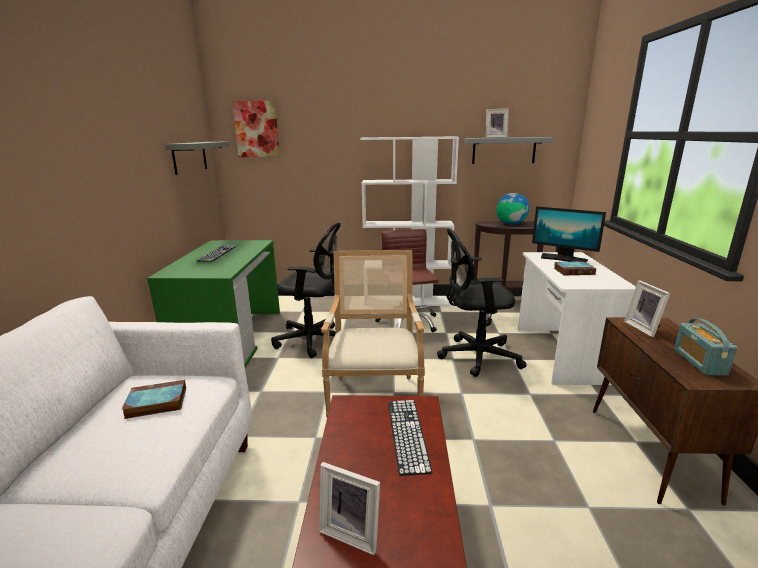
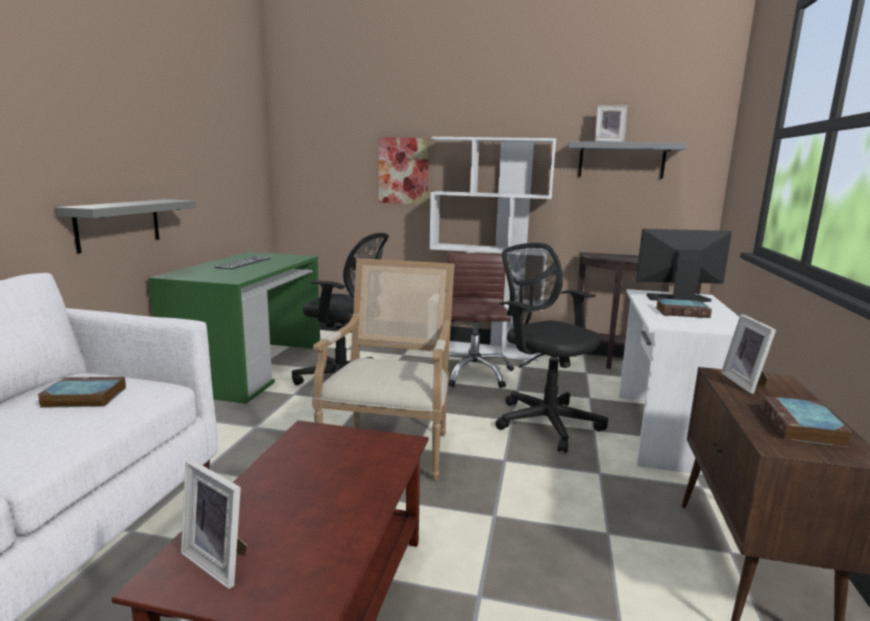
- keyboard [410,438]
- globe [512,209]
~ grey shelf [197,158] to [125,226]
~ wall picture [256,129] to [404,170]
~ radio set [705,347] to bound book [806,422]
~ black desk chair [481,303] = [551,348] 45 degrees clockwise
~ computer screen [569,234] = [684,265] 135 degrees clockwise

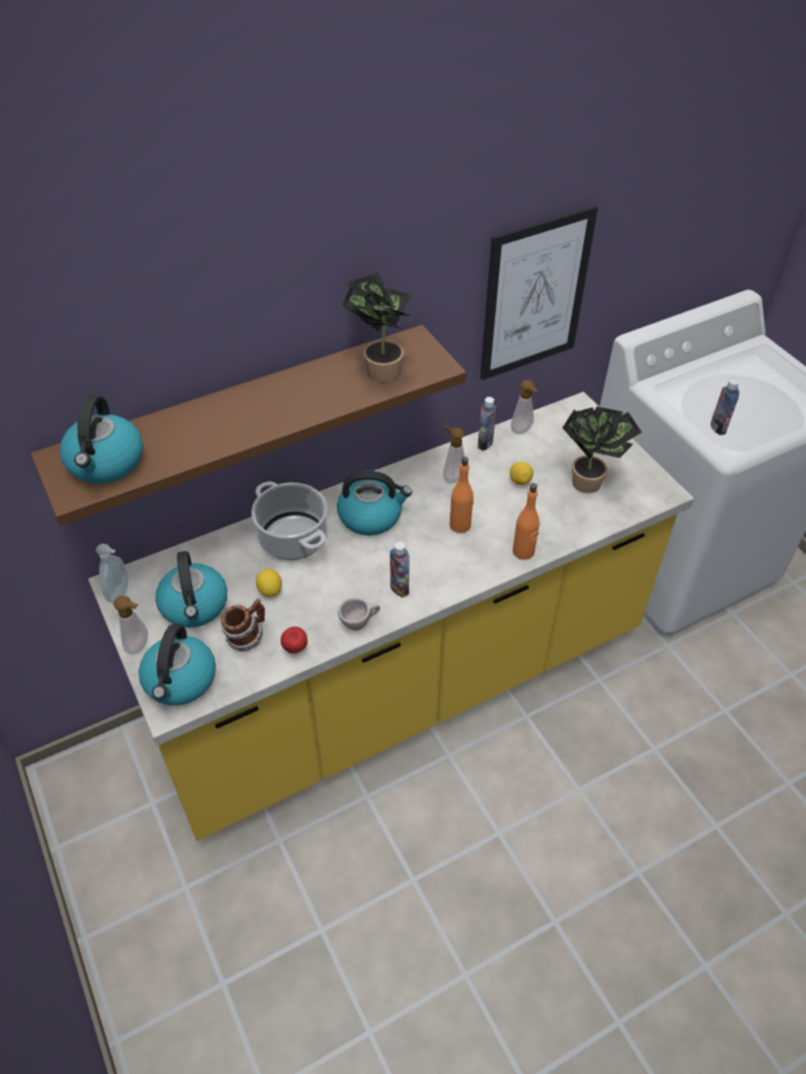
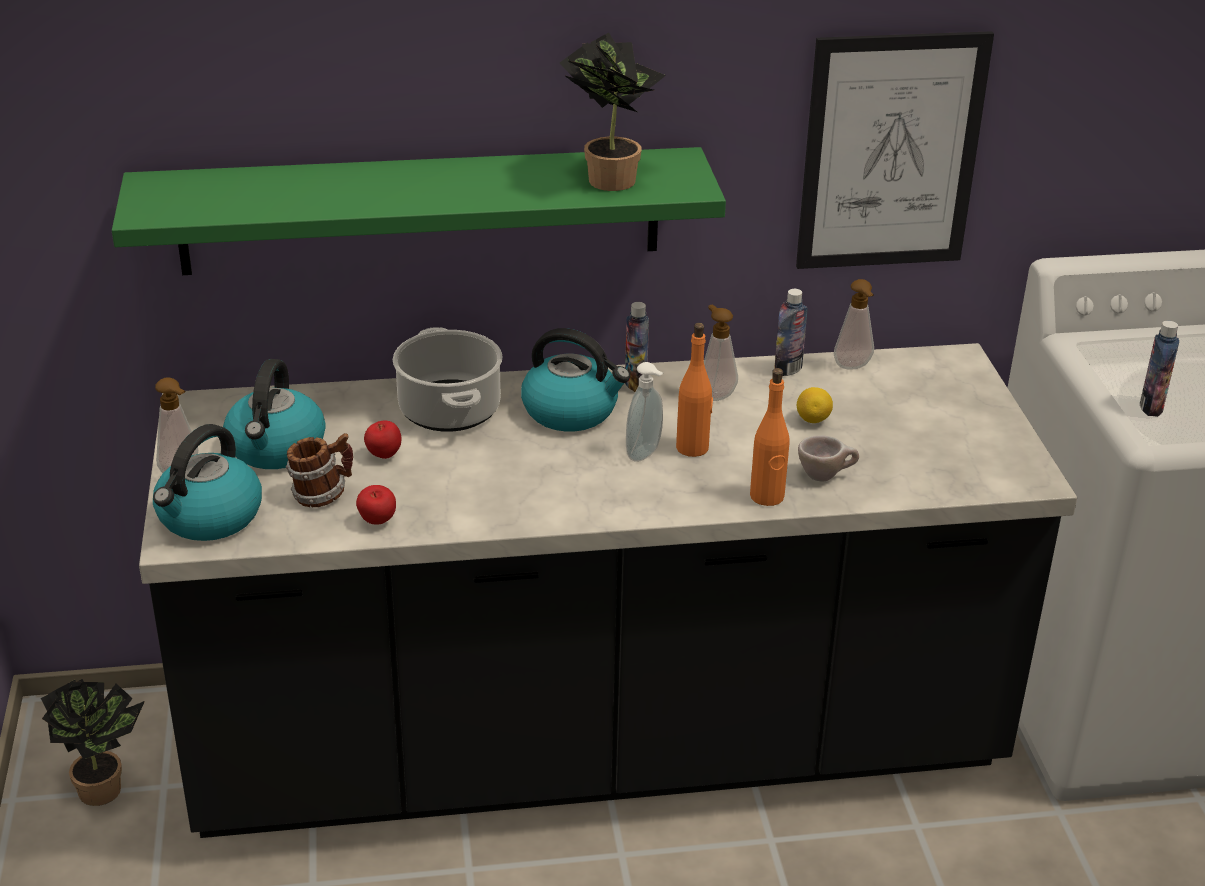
- water kettle [101,439]
~ soap bottle [112,573] to [644,412]
~ beige cup [359,614] to [828,458]
~ drink bottle [399,569] to [637,347]
~ potted plant [602,449] to [93,742]
~ whole lemon [269,583] to apple [382,440]
~ brown-coloured shelf [248,425] to green shelf [419,211]
~ yellow-coloured counter [391,616] to black counter [608,590]

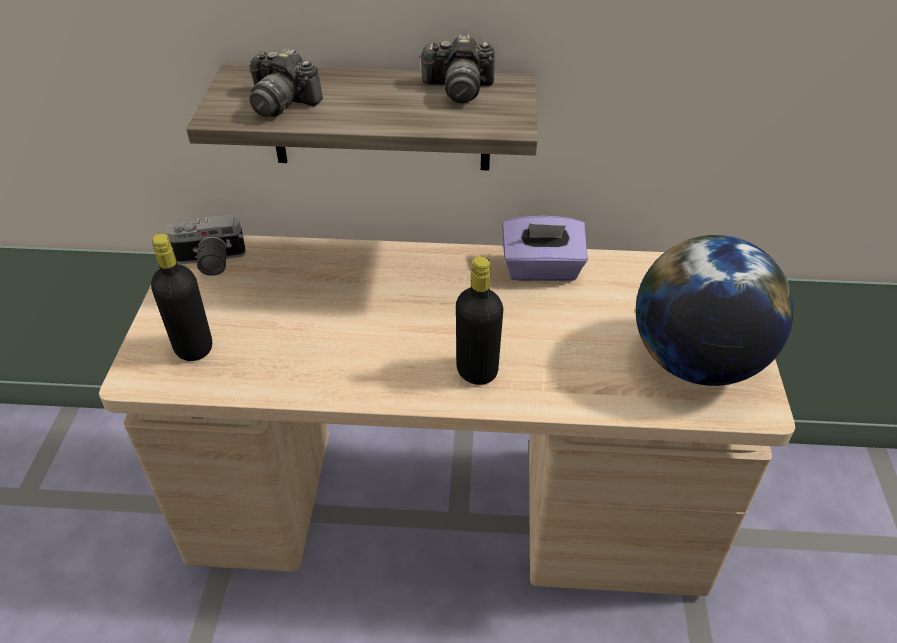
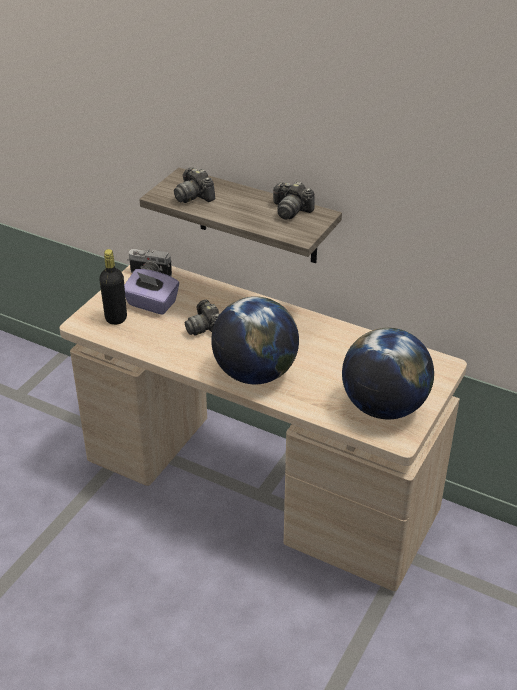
+ still camera [202,317]
~ purplish box of tissues [545,248] to [151,292]
~ black drink bottle [479,320] to globe [255,340]

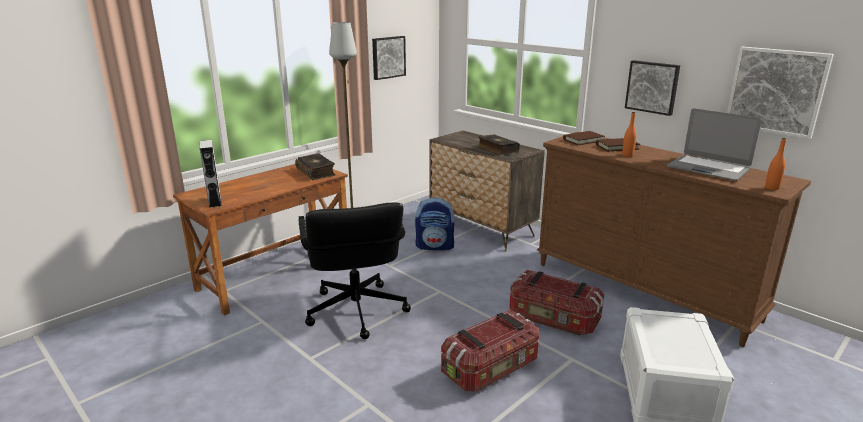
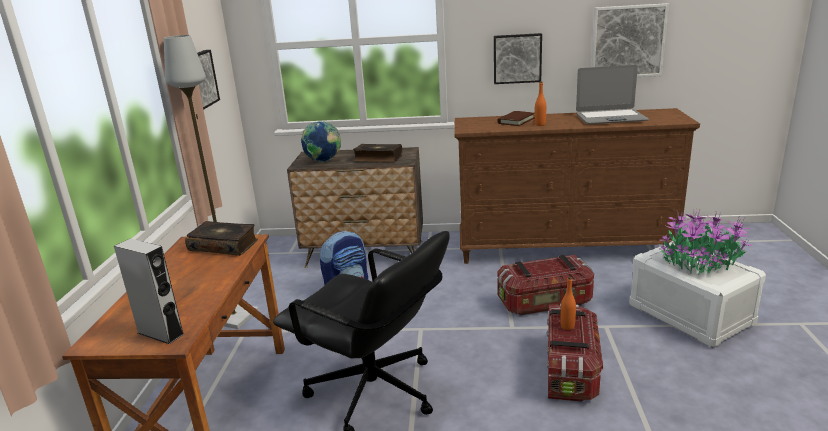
- brown-coloured bound book [584,138]
+ globe [321,141]
+ potted plant [706,241]
~ orangey drink bottle [775,164] to [568,303]

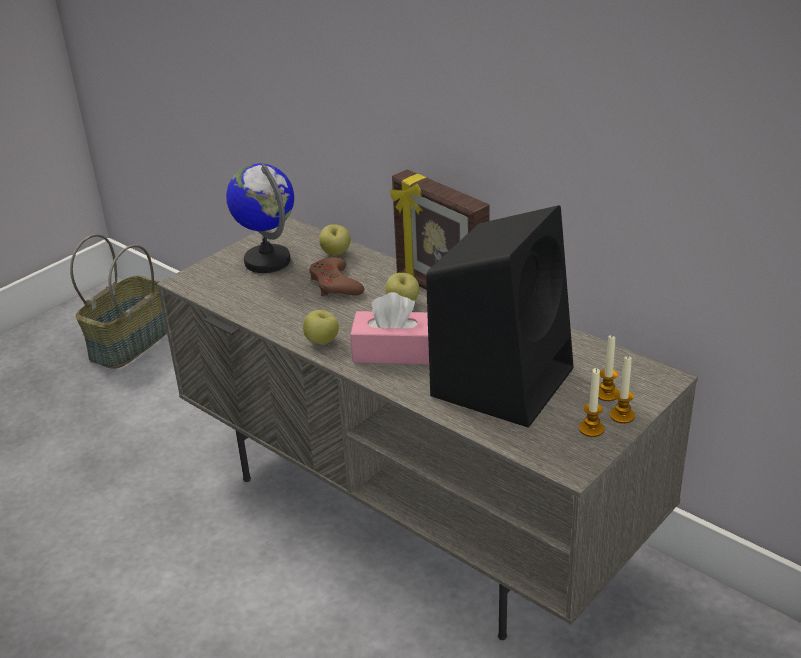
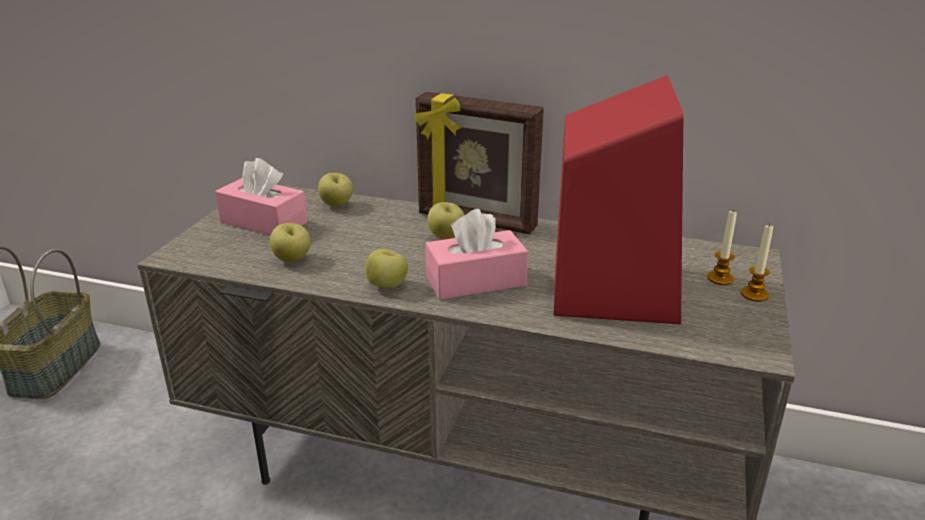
- brown-coloured gamepad [336,276]
- wax light [592,402]
+ apple [290,242]
~ globe [260,218] to pinkish box of tissues [261,197]
~ black loudspeaker [499,316] to red loudspeaker [618,199]

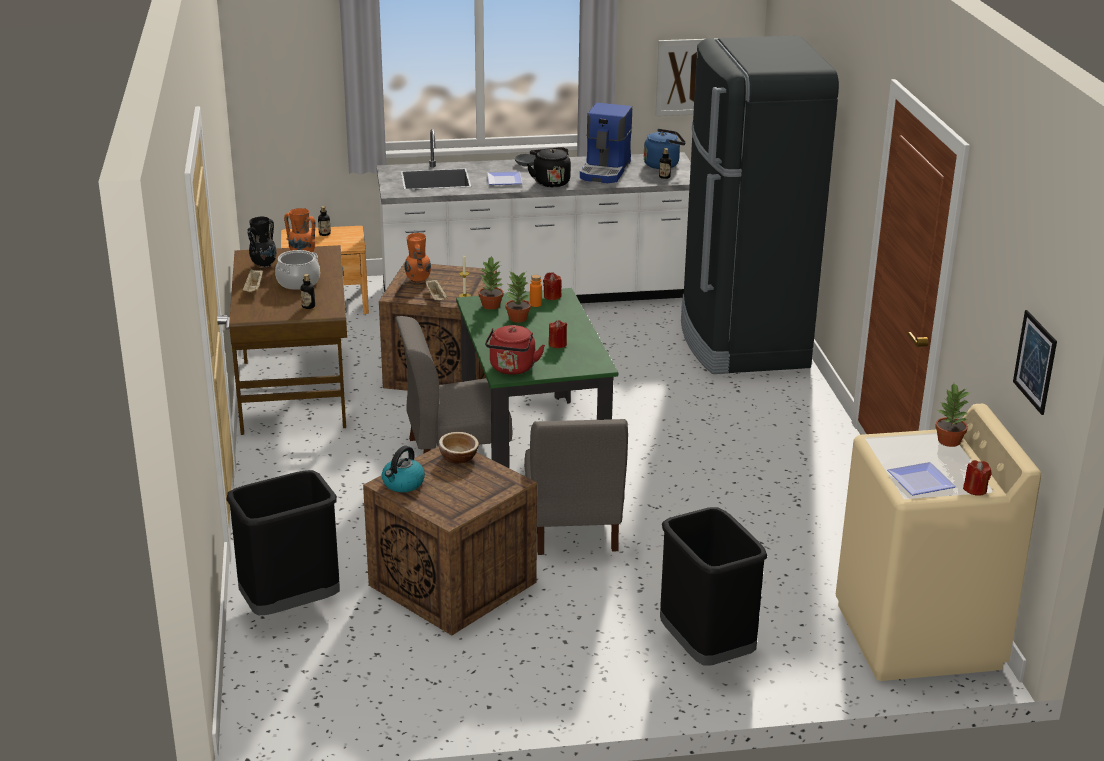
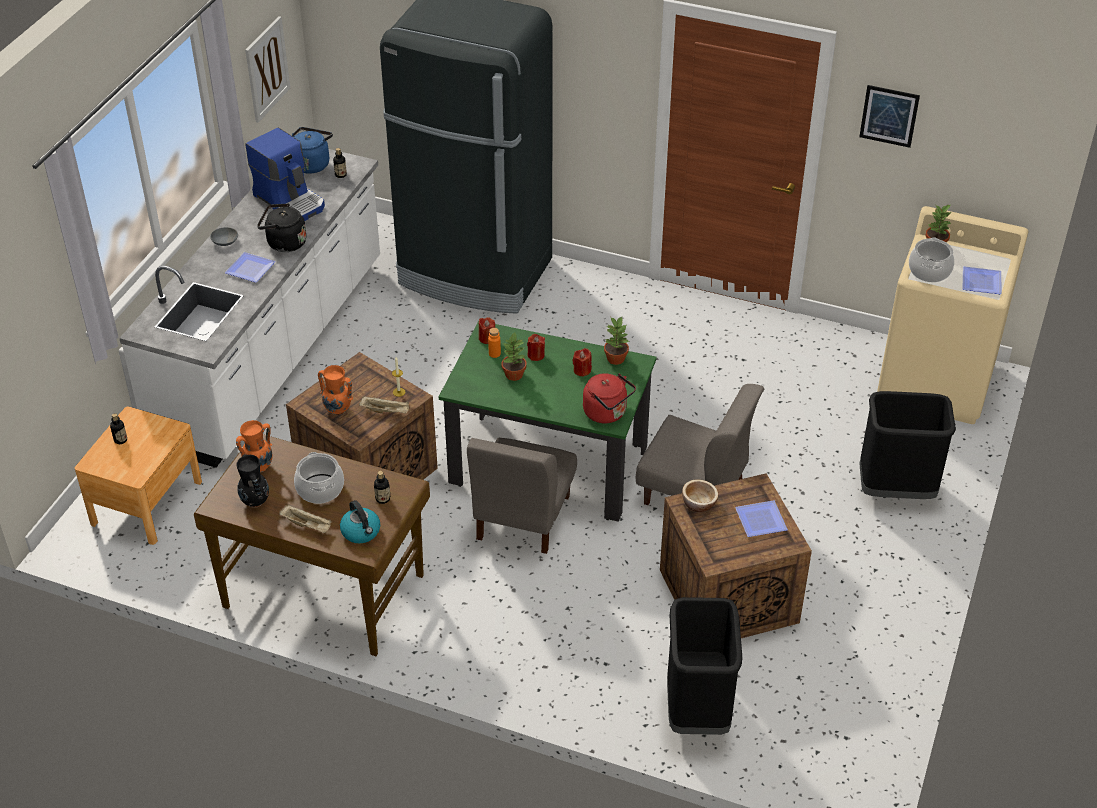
+ dinner plate [761,519]
+ saucepot [931,259]
~ water kettle [403,469] to [360,521]
~ potted plant [490,283] to [617,341]
~ red wax light [977,478] to [536,347]
~ wall picture [1035,362] to [889,116]

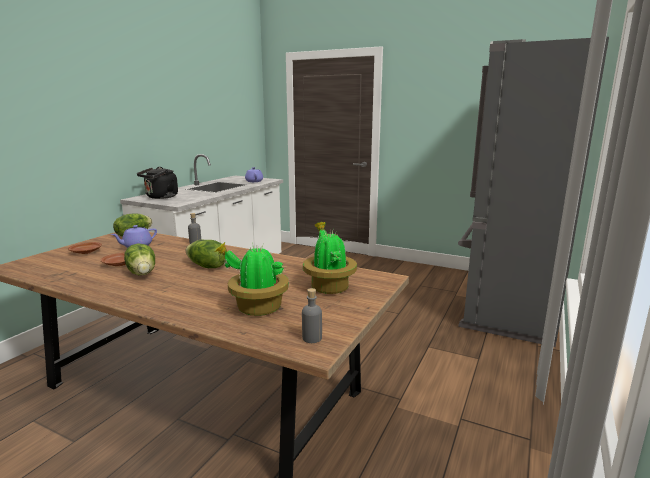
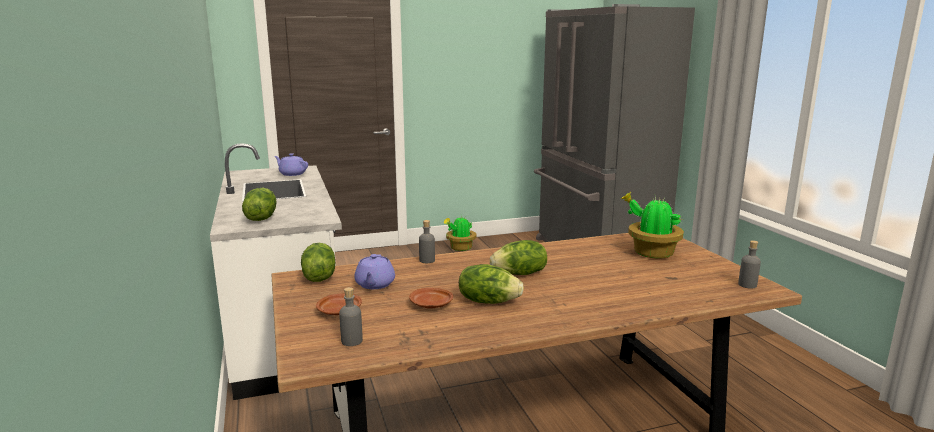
+ grey drink bottle [351,316]
~ potted plant [251,279] to [460,233]
~ black water kettle [157,183] to head of lettuce [259,204]

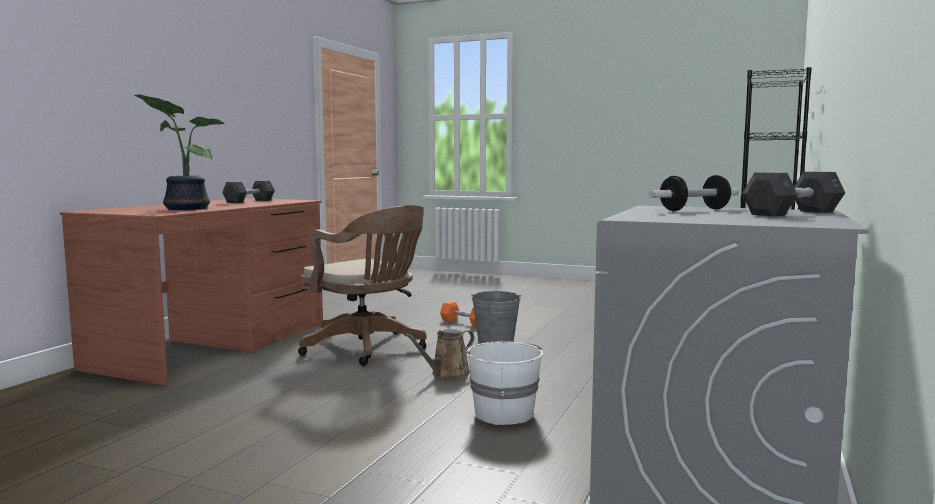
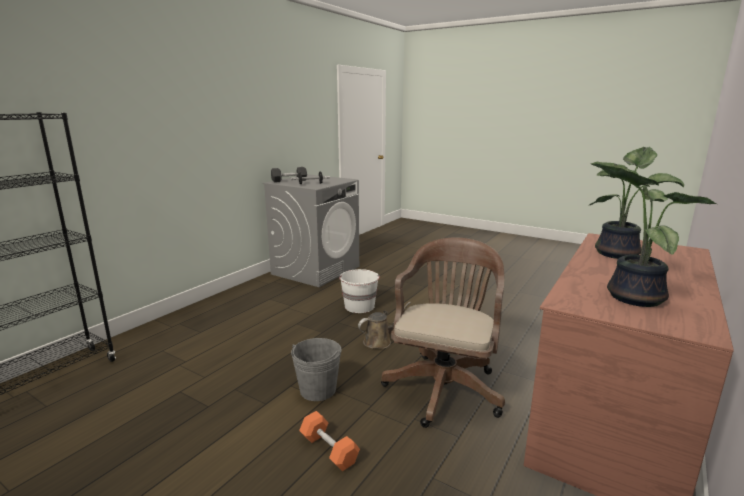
~ grey dumbbell [248,192] to potted plant [655,234]
~ brown-coloured desk chair [362,285] = [443,332] 60 degrees clockwise

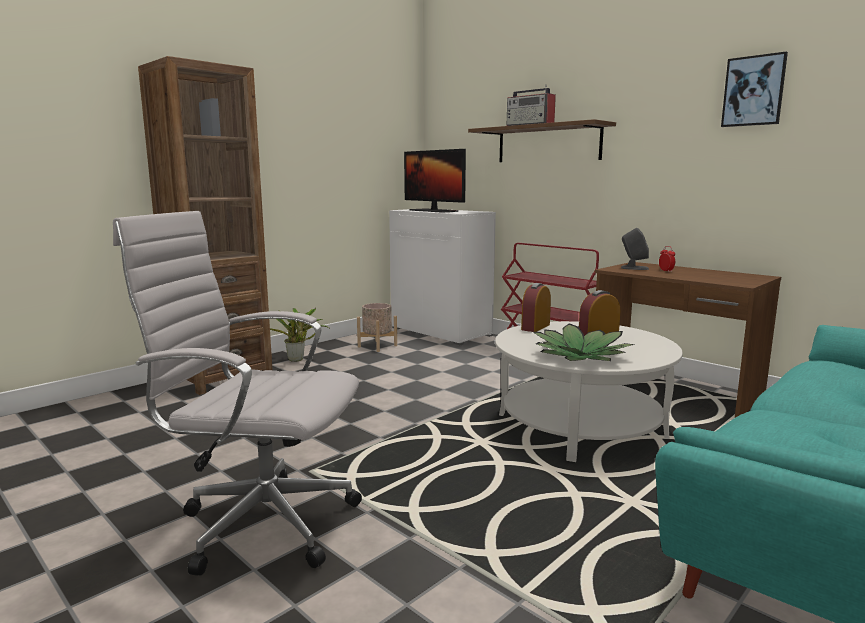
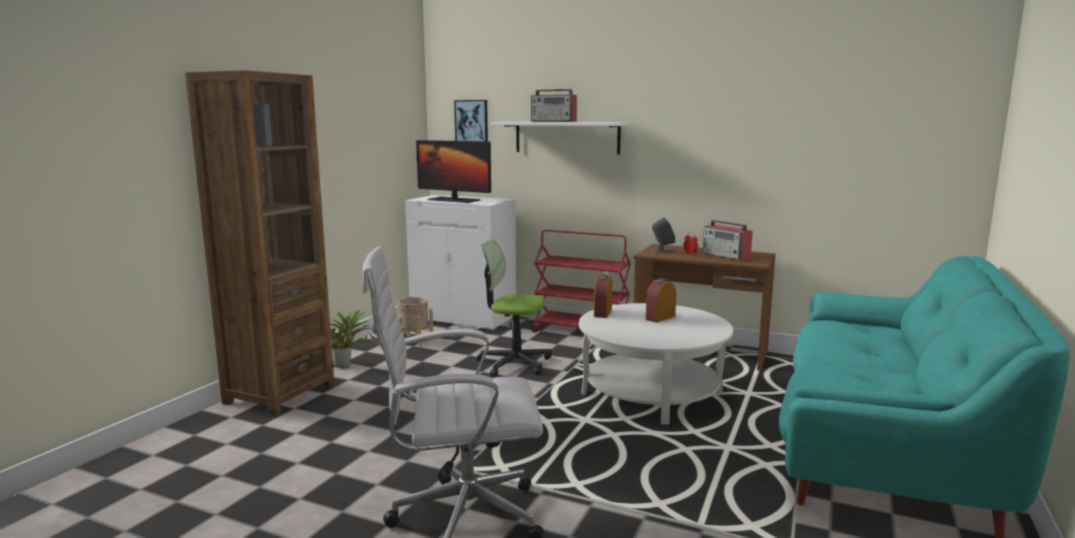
- potted plant [584,342]
+ desk chair [514,308]
+ radio set [728,240]
~ wall picture [754,89] to [471,121]
~ brown-coloured shelf [542,140] to white shelf [561,138]

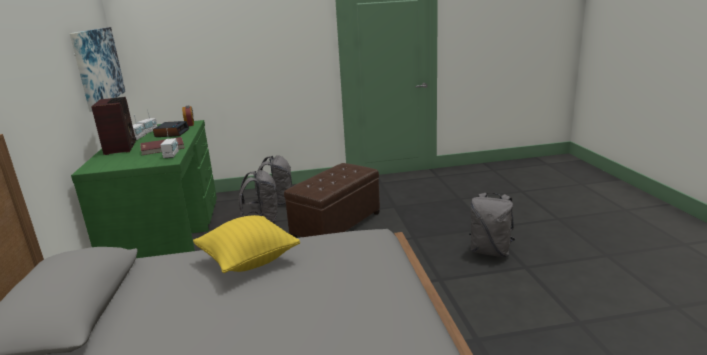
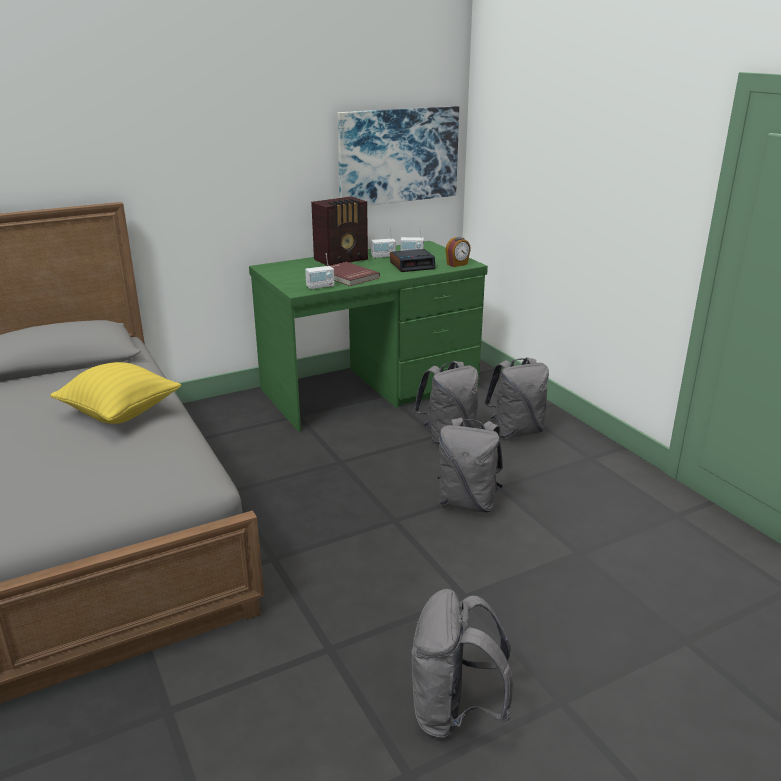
~ brown-coloured footrest [332,200] to grey rucksack [470,465]

